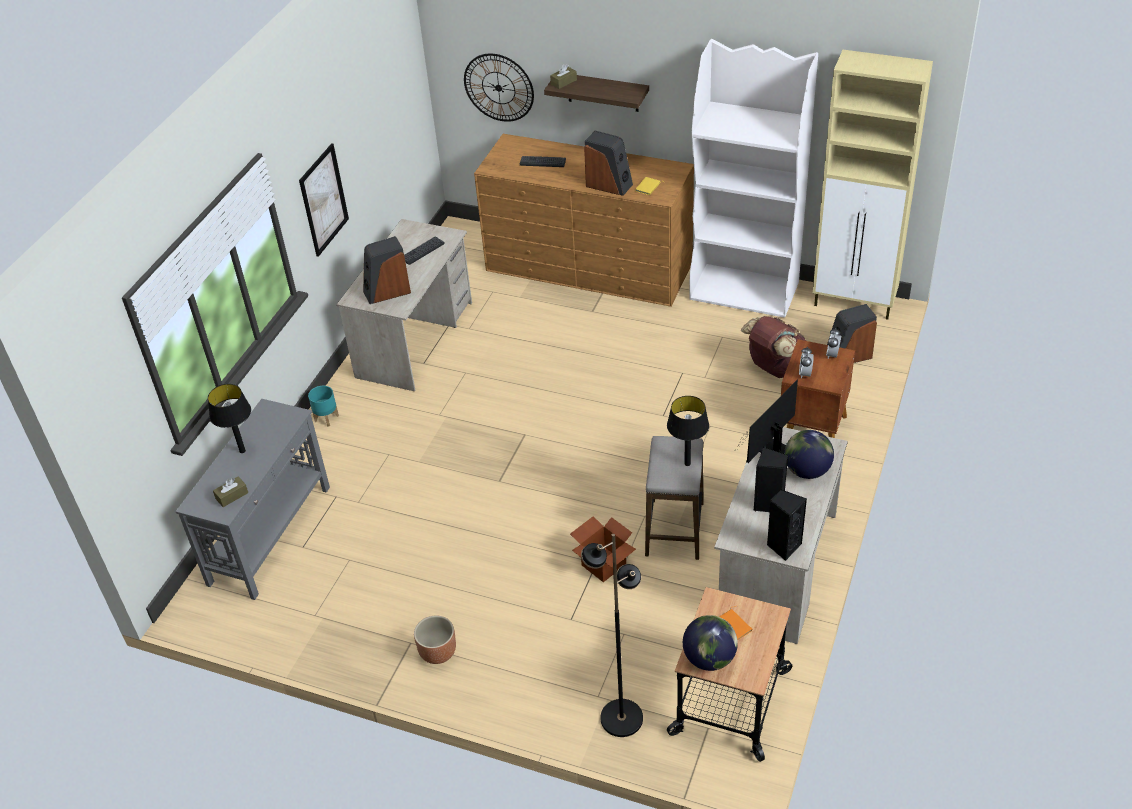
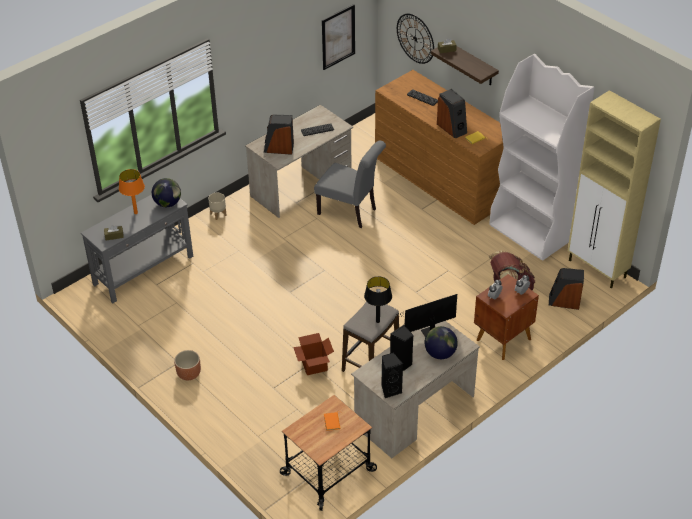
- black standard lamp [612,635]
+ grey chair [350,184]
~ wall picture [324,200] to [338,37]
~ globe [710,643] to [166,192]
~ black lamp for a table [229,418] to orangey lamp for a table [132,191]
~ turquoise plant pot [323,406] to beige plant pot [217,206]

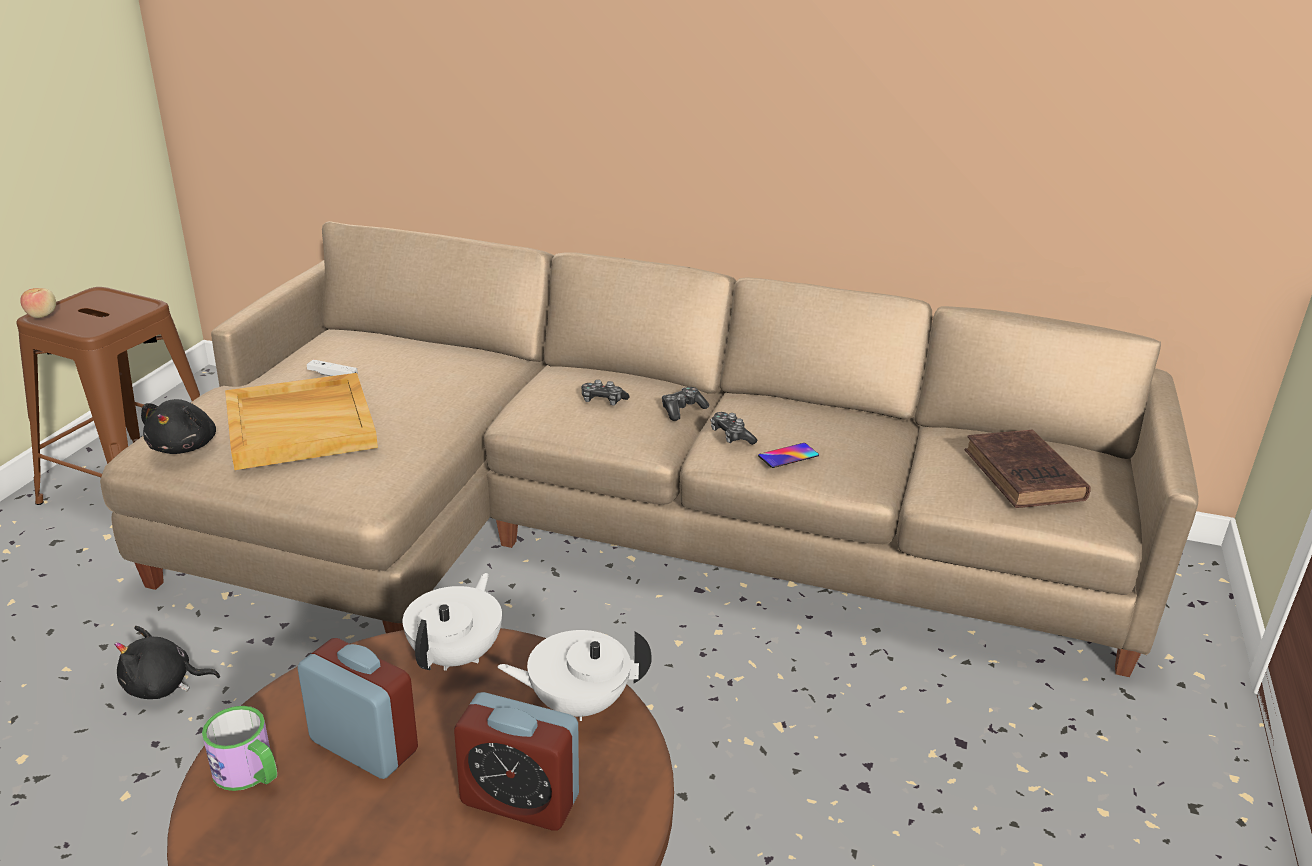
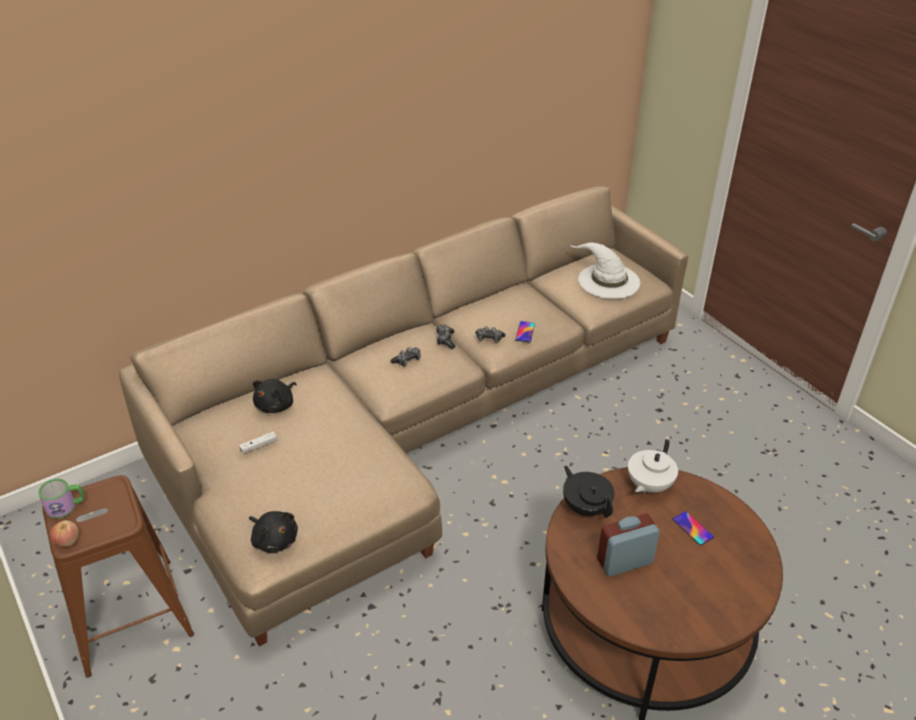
- beige carrying tray [301,421]
~ black cuddly toy [167,662] to [275,396]
~ coffee mug [239,748] to [61,499]
~ bedside clock [516,761] to telephone [693,528]
~ brown-coloured bound book [1027,468] to white hat [605,271]
~ white tea pot [452,622] to black tea pot [588,492]

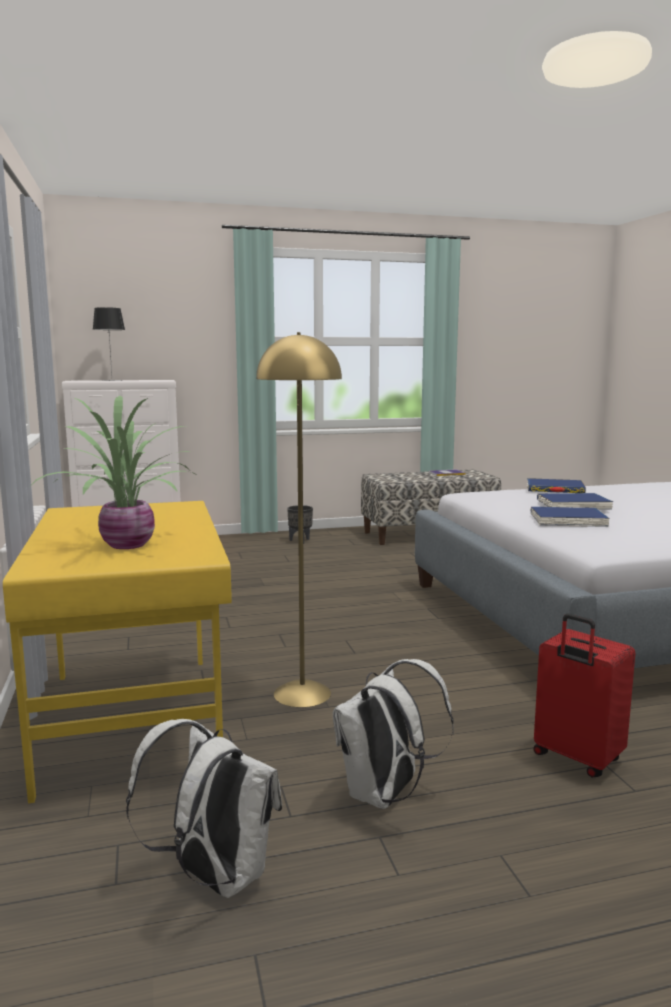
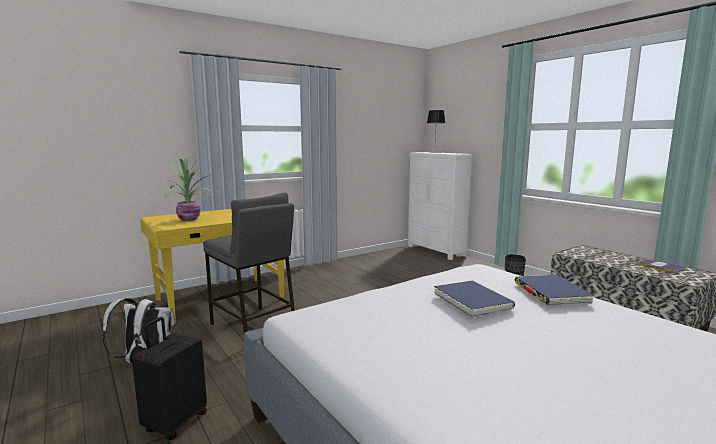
- white rucksack [204,808]
- blue-coloured bound book [570,517]
~ yellow-coloured standard lamp [299,519] to grey stool [249,263]
~ red piece of luggage [584,695] to black piece of luggage [169,378]

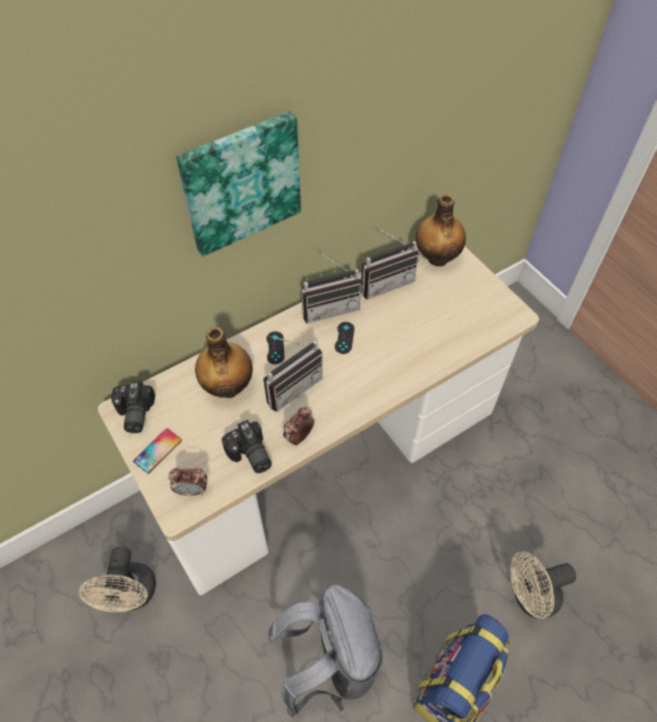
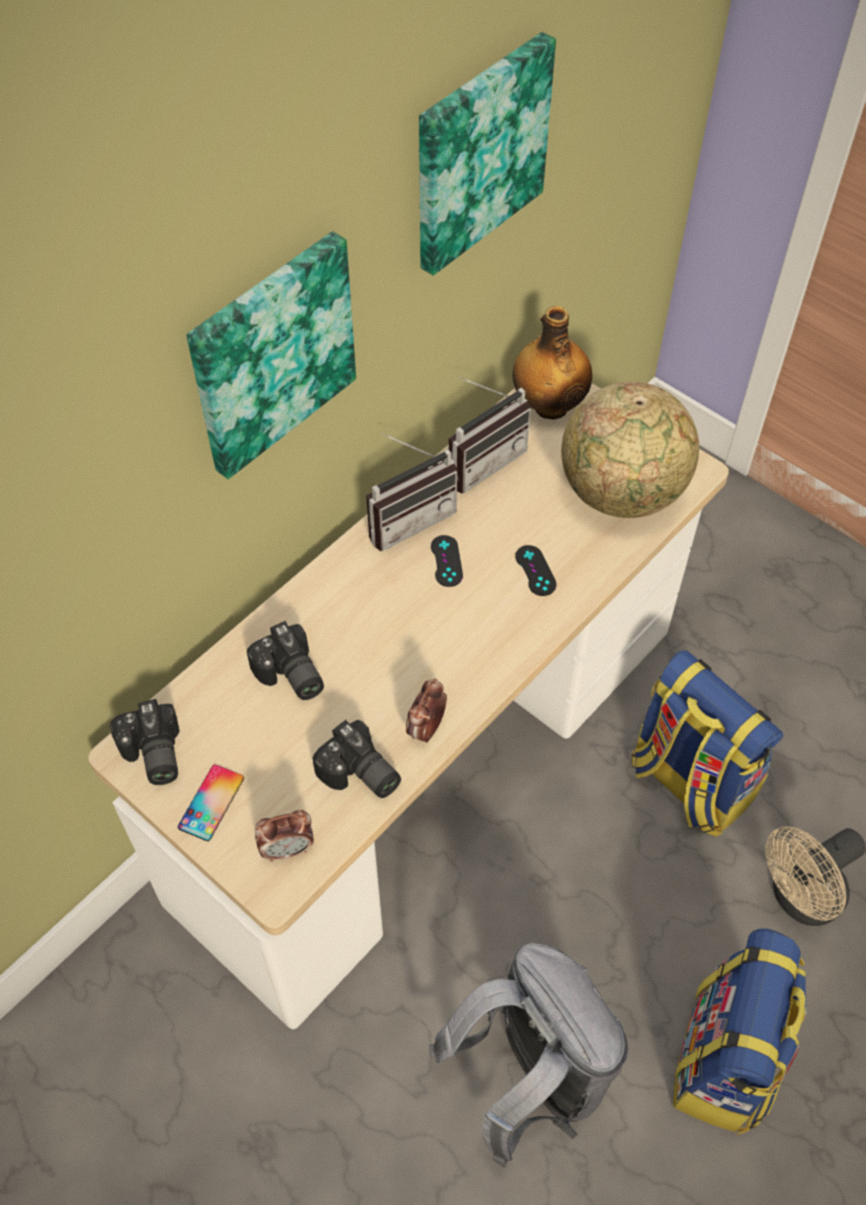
- beige electric fan [117,579]
- radio set [293,374]
+ wall picture [487,154]
+ globe [630,450]
+ rucksack [707,743]
~ black gamepad [275,347] to [536,570]
~ drink bottle [224,362] to still camera [285,660]

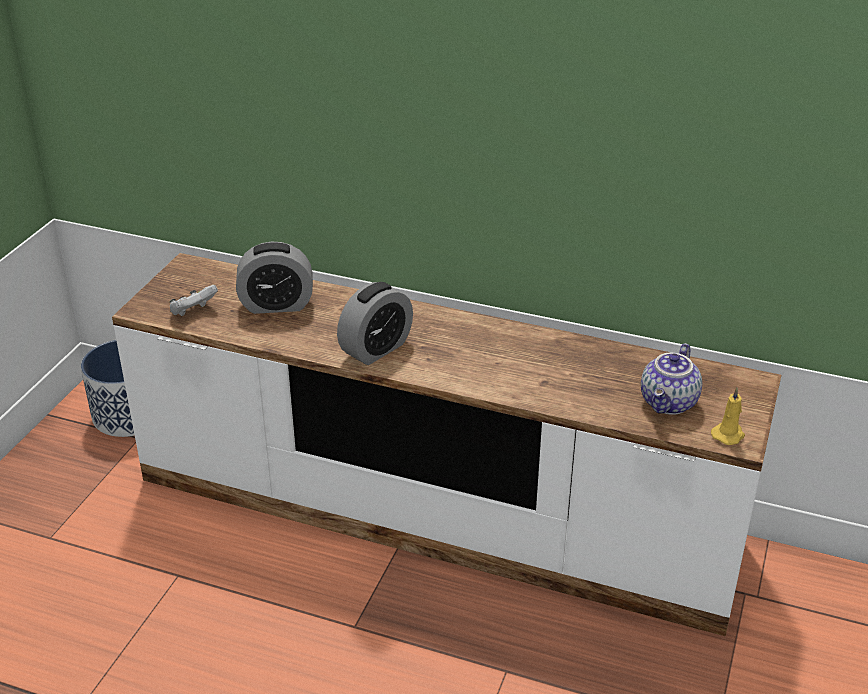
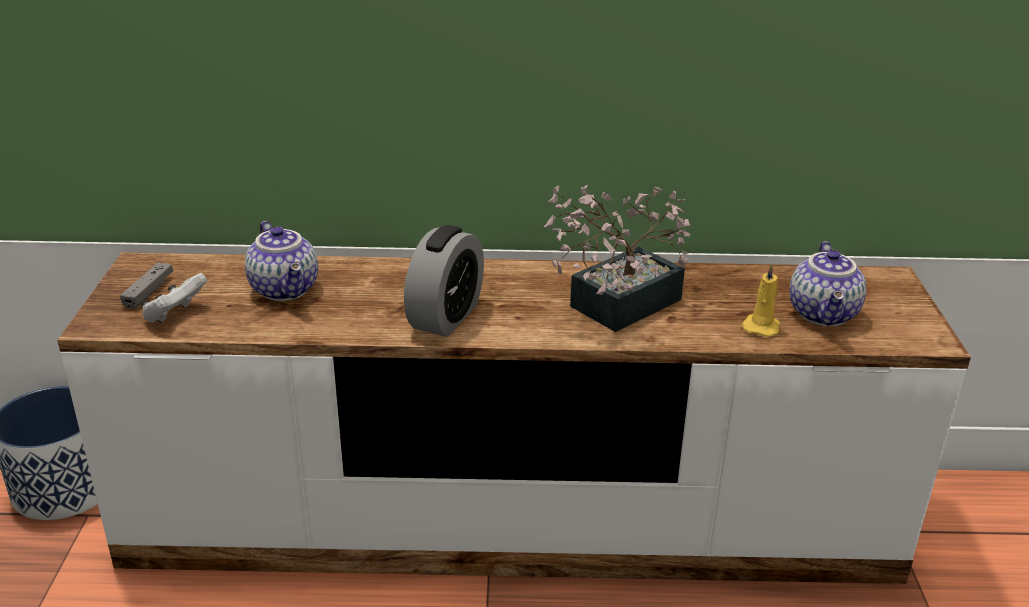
+ grey gamepad [146,285]
+ potted plant [617,258]
~ yellow-coloured wax light [728,416] to [761,300]
~ bedside clock [274,278] to tea pot [281,261]

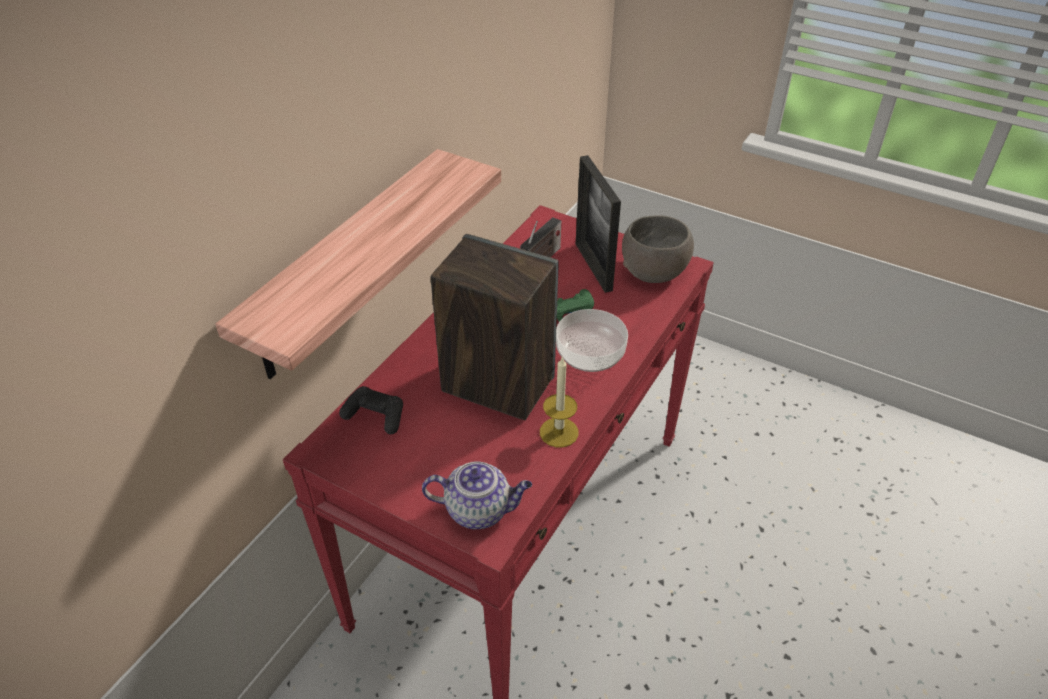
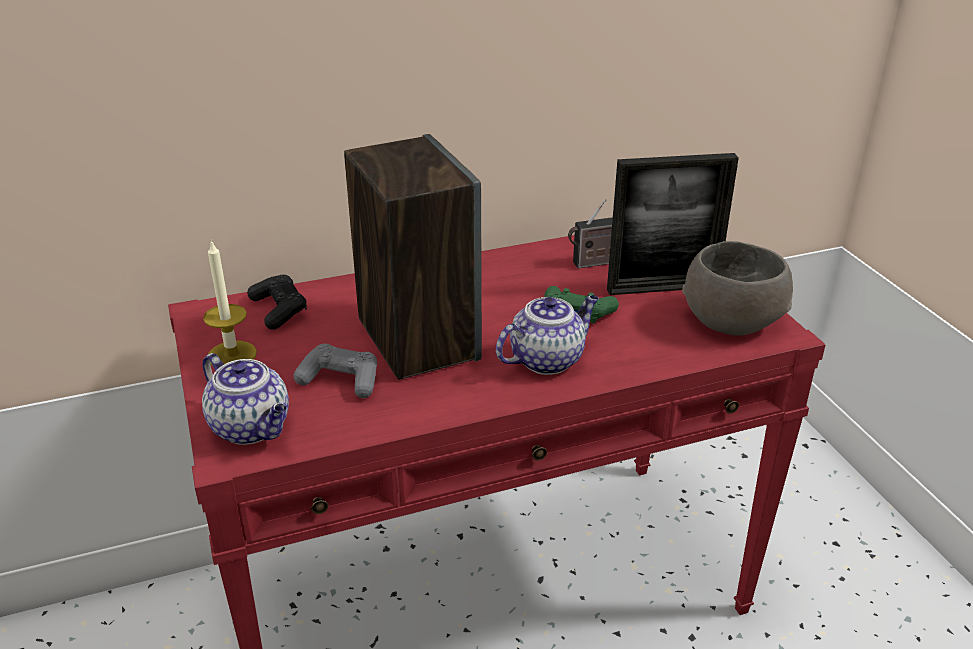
- shelf [358,264]
+ grey gamepad [335,371]
~ wax light [559,401] to [230,303]
~ deep dish [592,340] to tea pot [547,335]
~ standing frame [598,224] = [673,224] 120 degrees counterclockwise

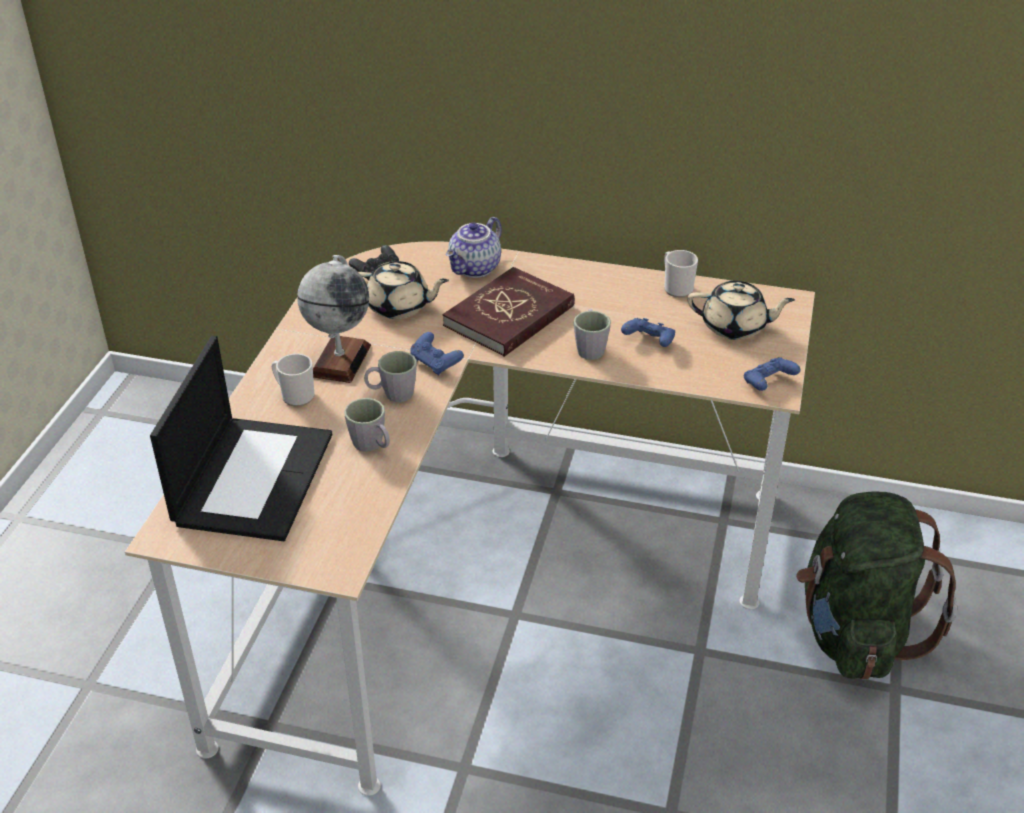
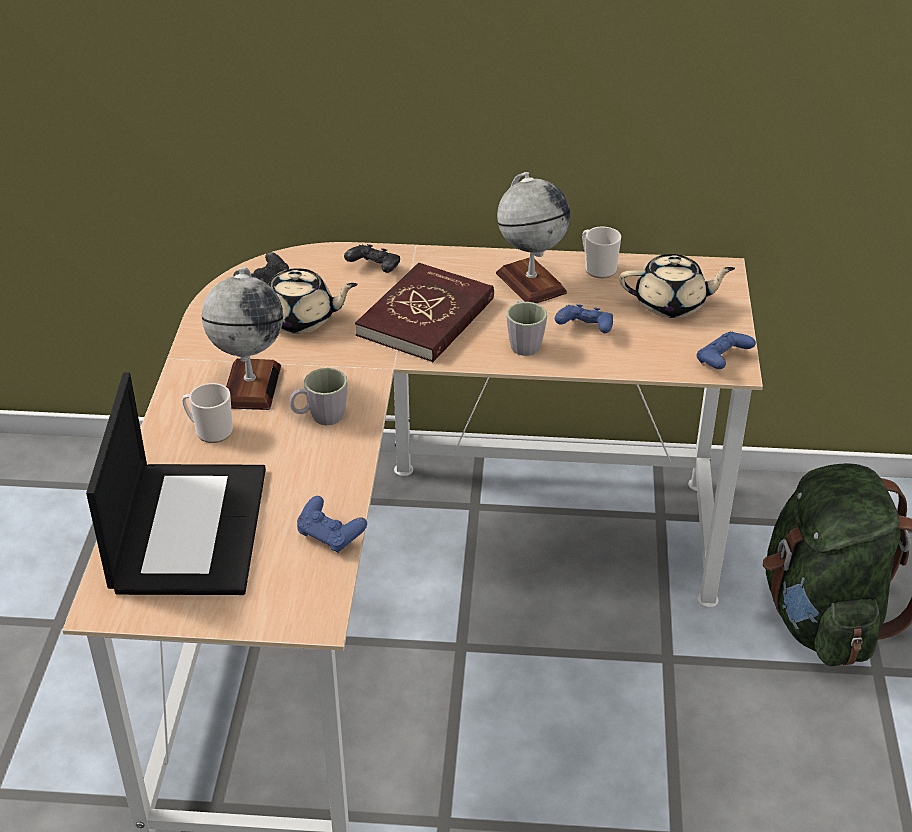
- grey coffee mug [367,425]
+ globe [533,237]
~ blue-coloured gamepad [437,353] to [332,524]
~ tea pot [474,247] to black gamepad [372,258]

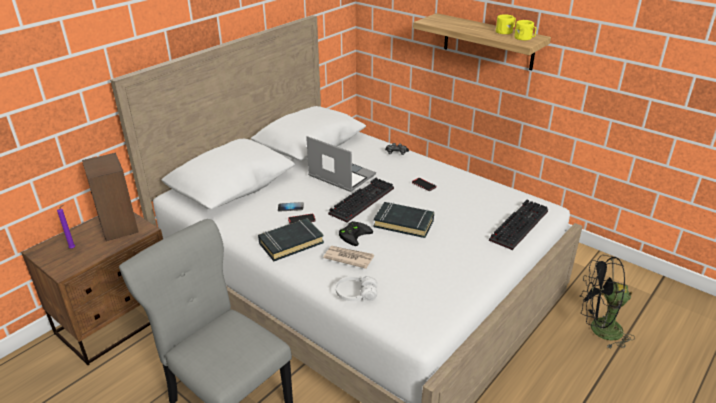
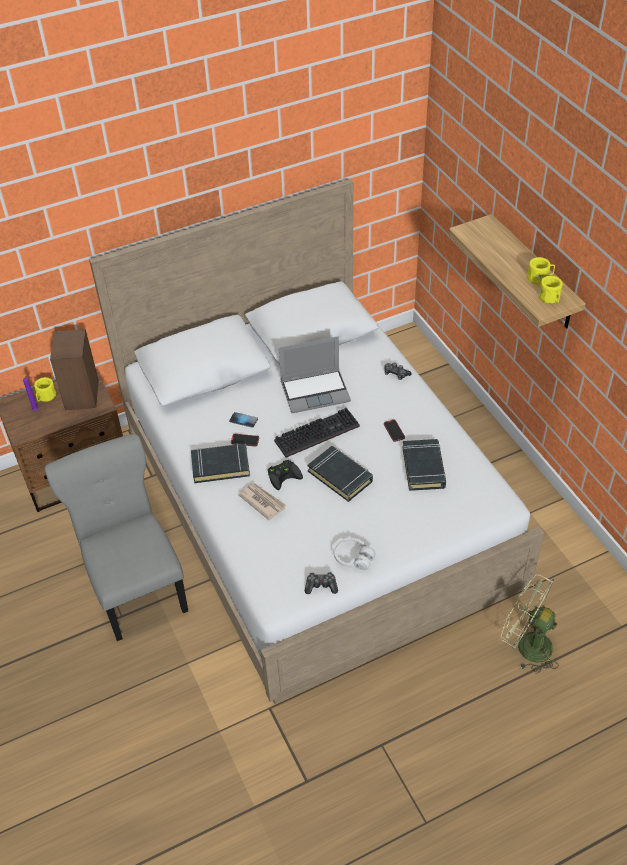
- keyboard [518,225]
+ yellow-coloured coffee mug [45,389]
+ gamepad [321,583]
+ black bound book [424,465]
~ white pair of headphones [356,288] to [354,554]
~ black electric fan [607,302] to green electric fan [530,624]
~ laptop [341,164] = [315,374] 105 degrees clockwise

